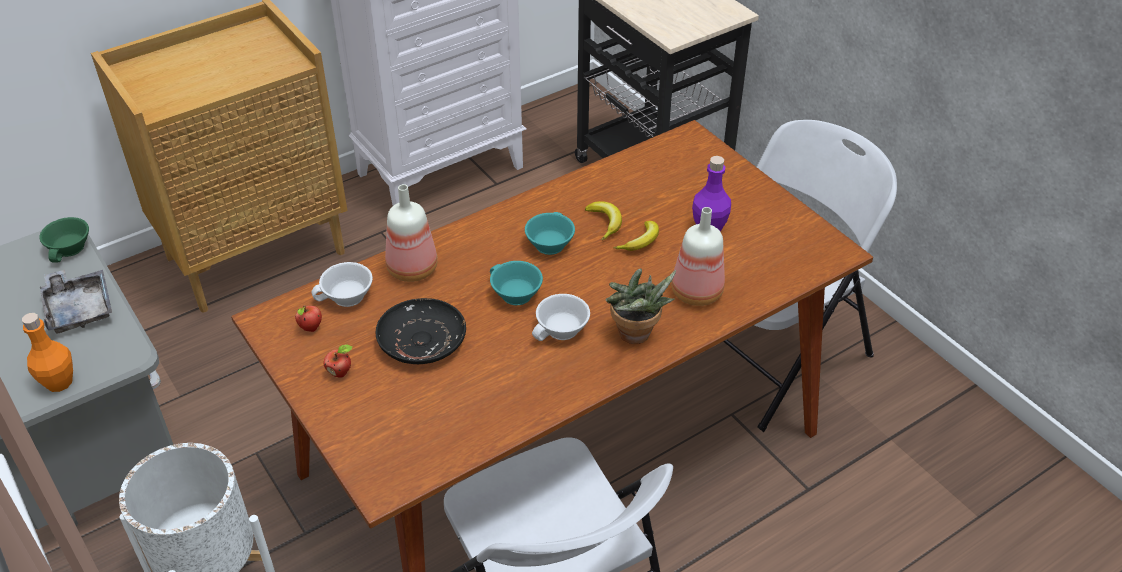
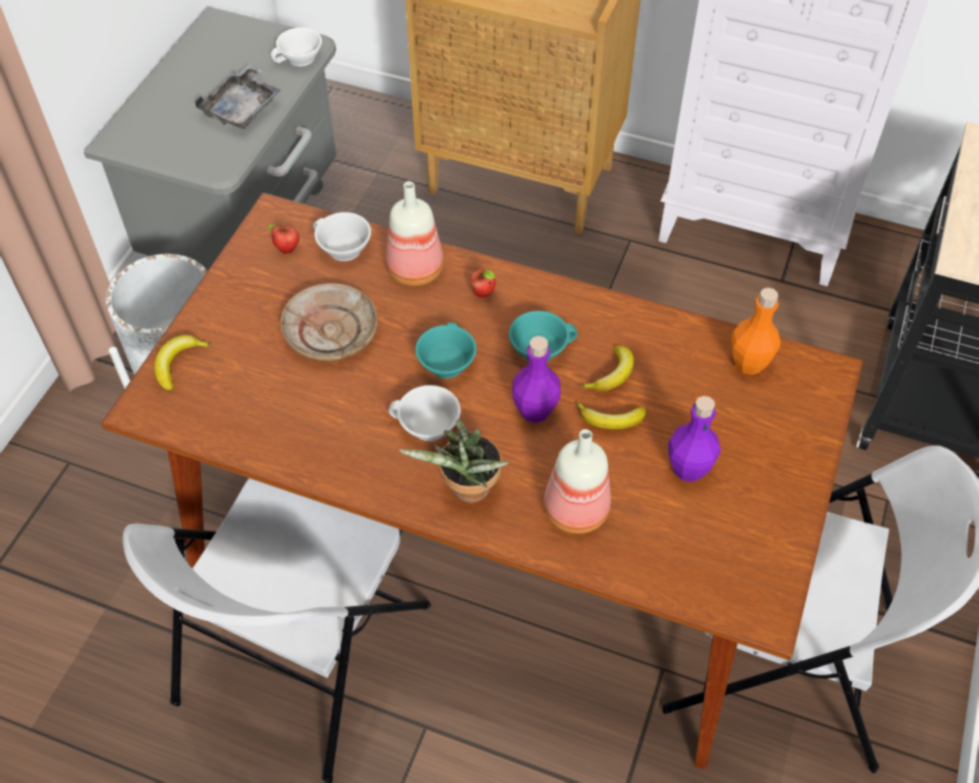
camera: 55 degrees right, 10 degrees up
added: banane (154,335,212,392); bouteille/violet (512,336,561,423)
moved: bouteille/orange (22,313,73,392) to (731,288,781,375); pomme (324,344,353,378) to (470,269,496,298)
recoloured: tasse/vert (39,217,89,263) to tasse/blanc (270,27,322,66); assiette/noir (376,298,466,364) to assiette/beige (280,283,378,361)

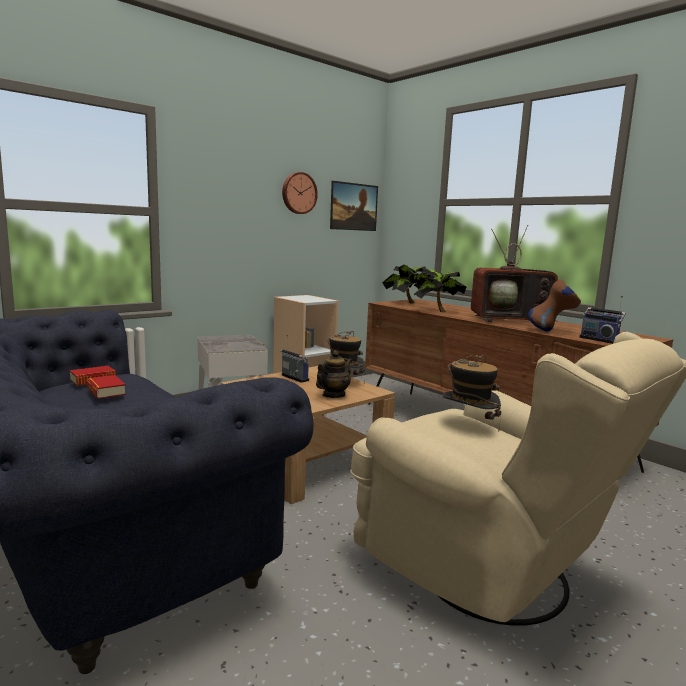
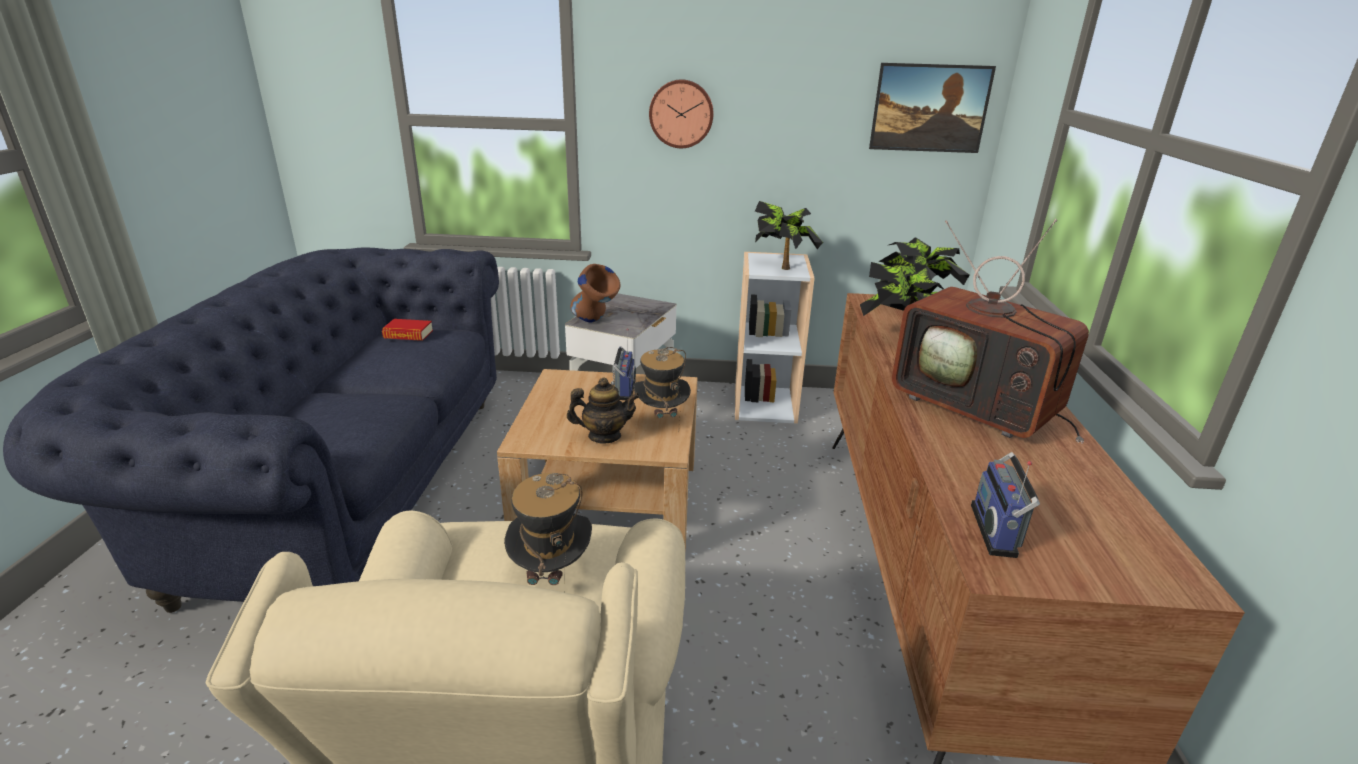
camera: 45 degrees right, 15 degrees up
removed: livre (87,375,126,399)
added: plante en pot (755,201,823,270)
moved: horloge murale (282,172,318,214) to (649,79,713,148); vase/marron (528,279,581,331) to (570,264,620,322)

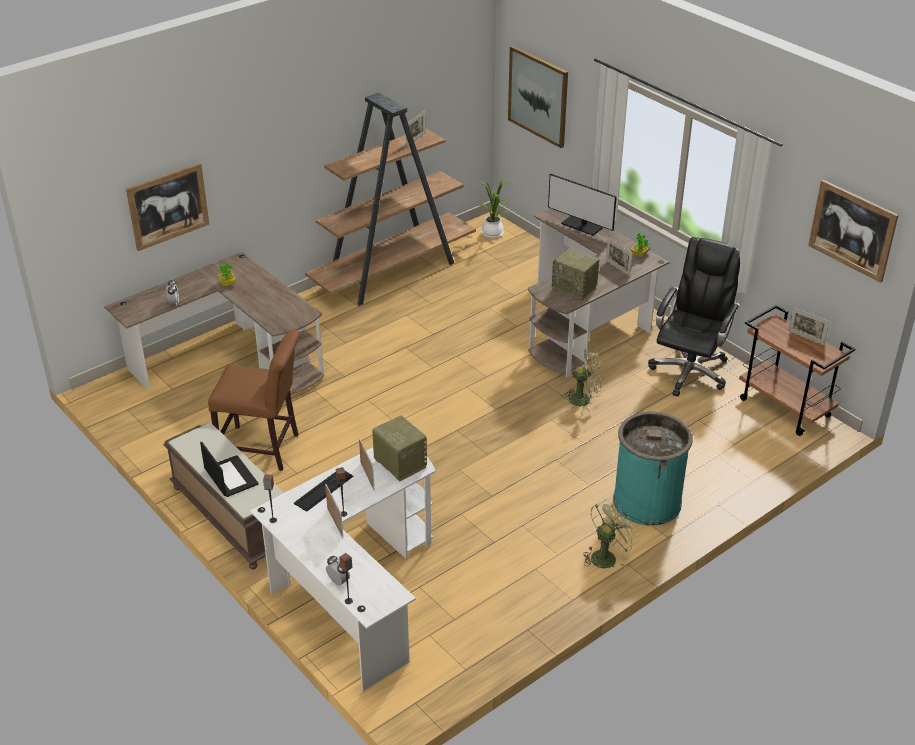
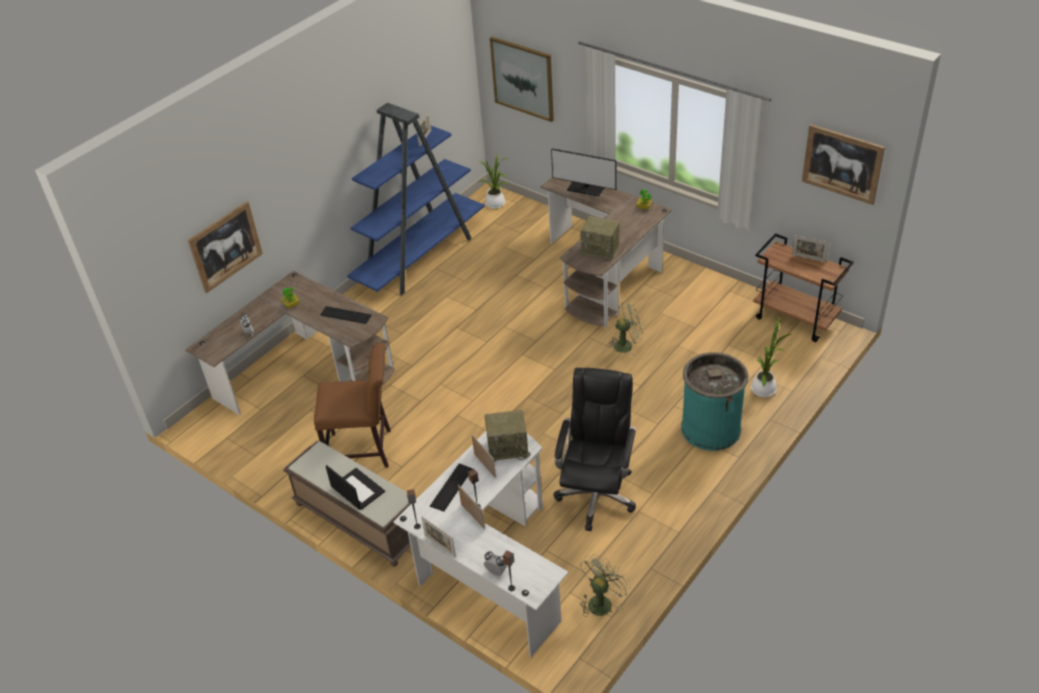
camera: 10 degrees left, 5 degrees up
added: clavier (320,306,372,324); plante en pot (751,317,791,397)
moved: ventilateur/vert (583,500,638,568) to (580,554,631,617); cadre photo (606,238,632,276) to (421,517,456,558); chaise de bureau/noir (648,237,740,396) to (553,368,636,531)
recoloured: bibliothèque/marron (305,92,476,306) to bibliothèque/bleu (347,103,485,295)
turned: radio (372,415,427,482) = (484,410,530,462) 135 degrees clockwise

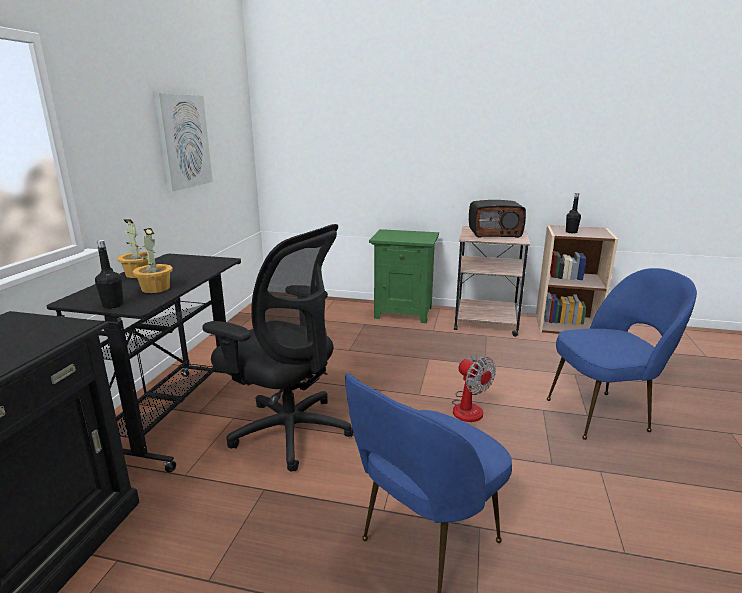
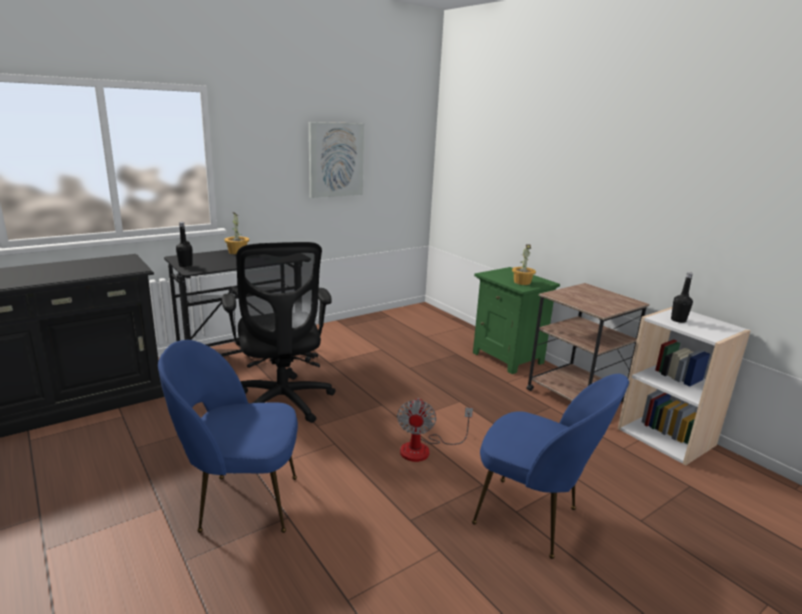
camera: 40 degrees right, 0 degrees up
removed: radio (469,200,526,238)
moved: plante en pot (133,228,173,293) to (512,244,536,285)
recoloured: bibliothèque/marron (536,225,618,334) to bibliothèque/blanc (618,307,751,465)

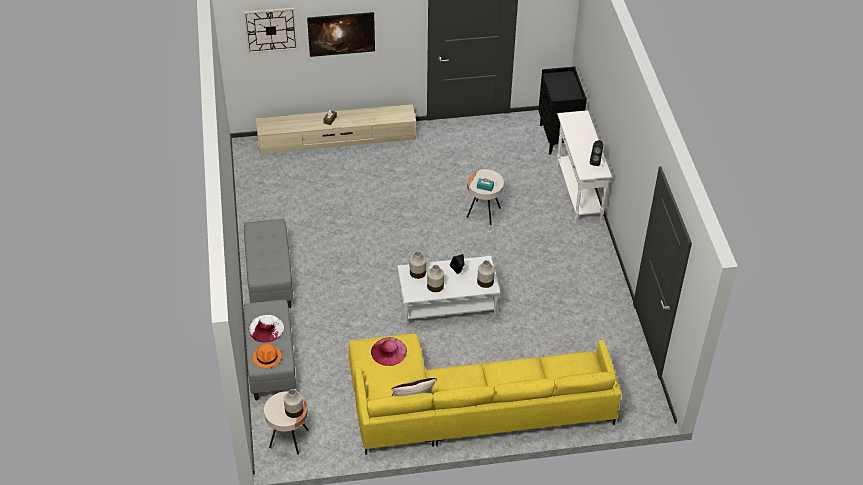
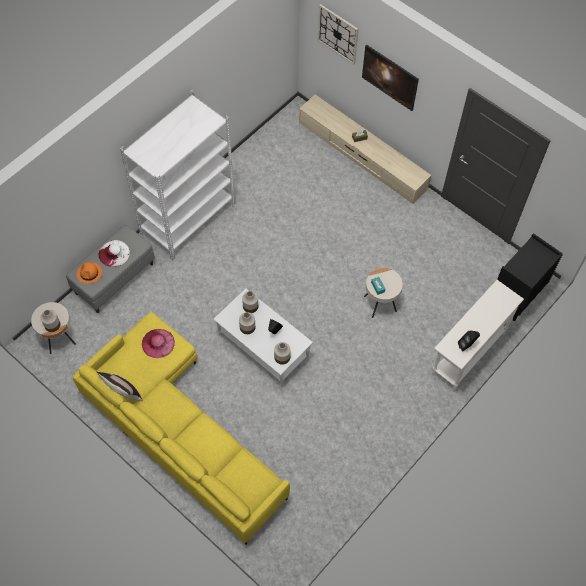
camera: 50 degrees right, 15 degrees up
replaced: banc/gris (244,219,294,308) to bibliothèque/blanc (120,91,235,261)

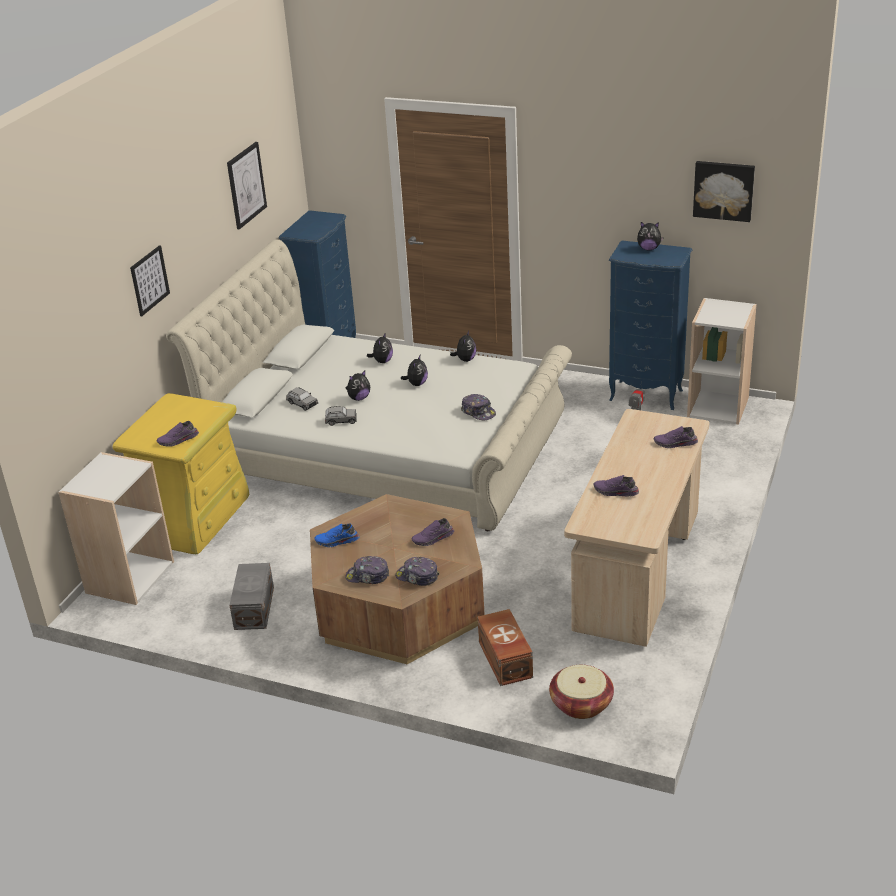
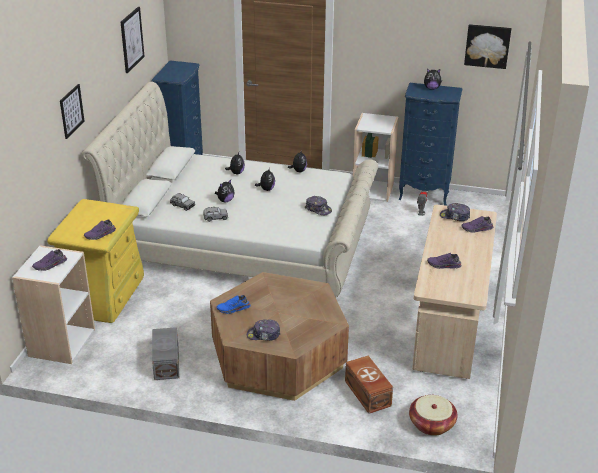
camera: 10 degrees left, 0 degrees up
moved: casquette (395,557,440,586) to (440,203,470,221); chaussure/violet (412,518,454,546) to (32,249,67,271); bibliothèque (687,298,757,425) to (353,113,398,202)

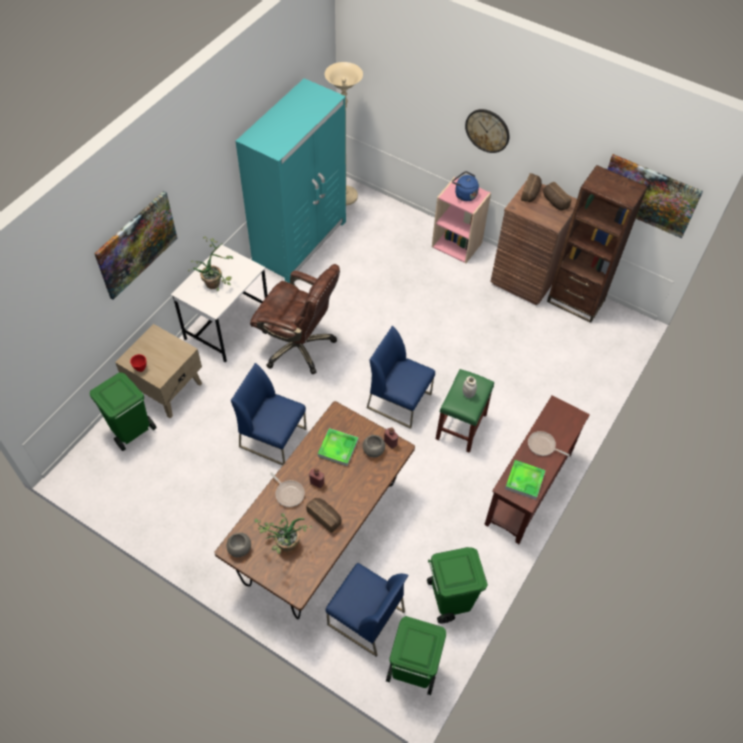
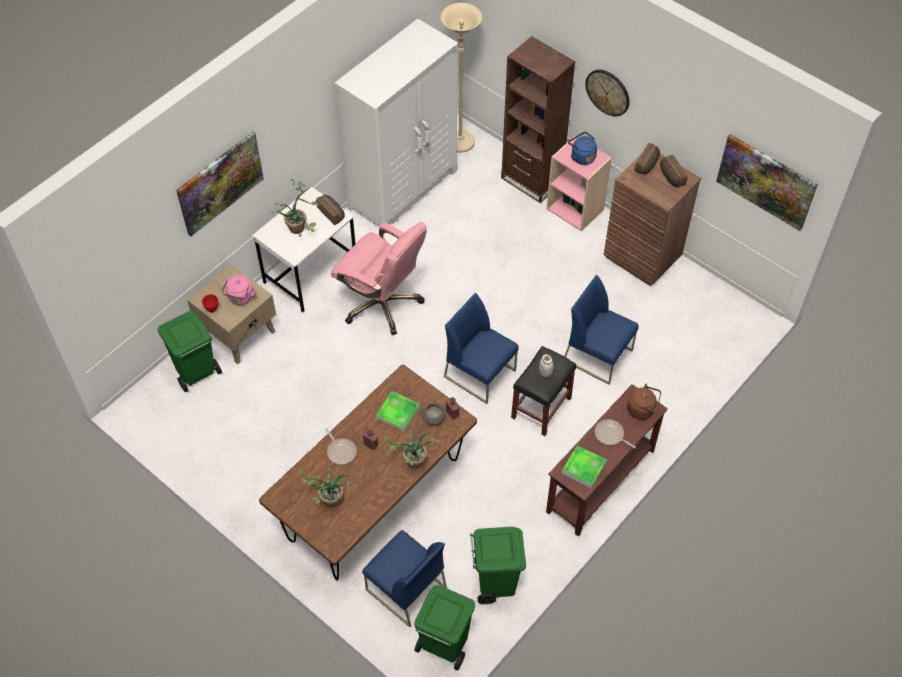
camera: 10 degrees right, 0 degrees up
removed: bol/gris (227,533,251,557)
added: bouilloire/rose (221,275,257,305); plante en pot (384,430,439,469); bouilloire/marron (627,384,661,420)
moved: chaise/bleu (231,363,307,466) to (564,275,639,385); pain (306,498,342,533) to (316,195,345,225); bibliothèque/marron (547,165,648,323) to (501,36,575,203)
recoloured: meuble de rangement/turquoise (236,78,346,283) to meuble de rangement/blanc (335,19,458,229); chaise de bureau/marron (250,264,340,374) to chaise de bureau/rose (331,222,427,335); tabouret/vert (436,369,494,453) to tabouret/noir (511,346,576,436)

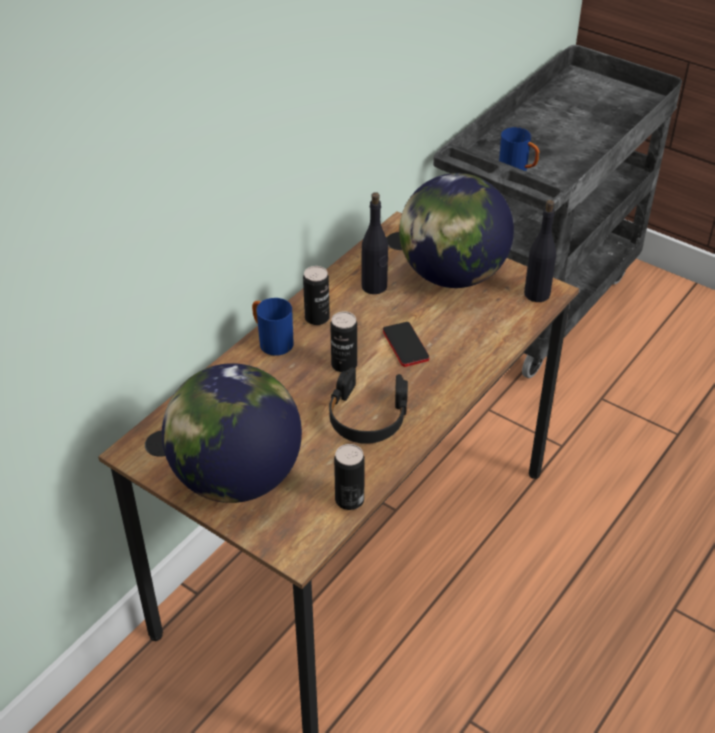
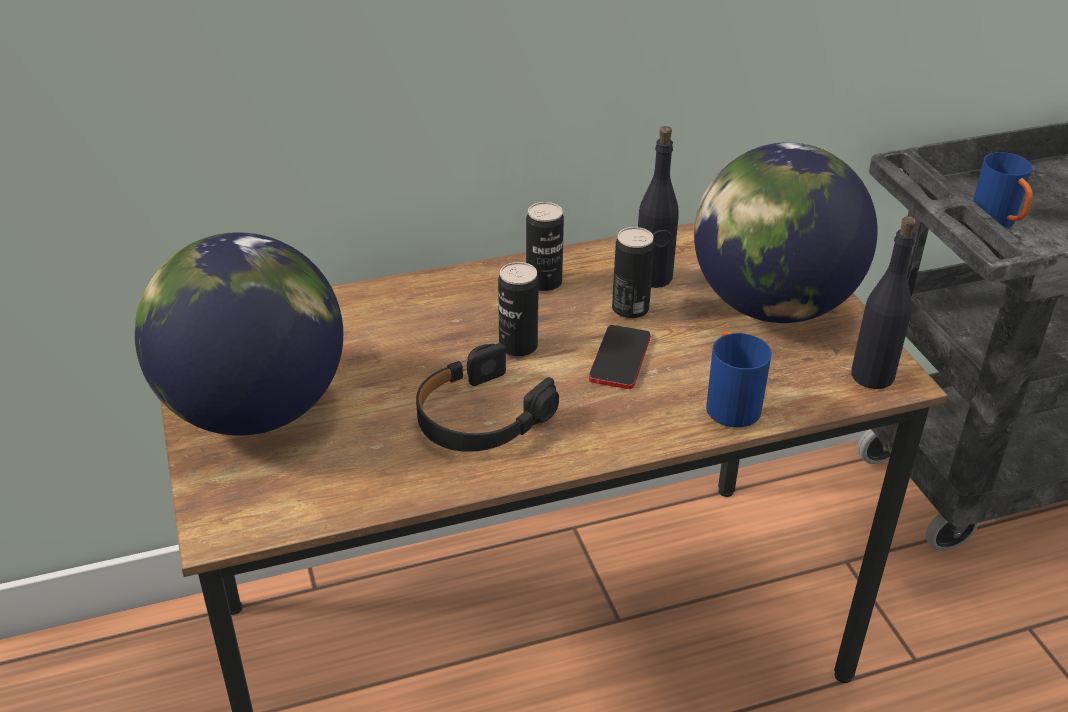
camera: 35 degrees right, 5 degrees down
moved: mug/bleu (252,298,294,356) to (706,331,772,428); boîte métallique (334,444,365,510) to (612,227,655,319)

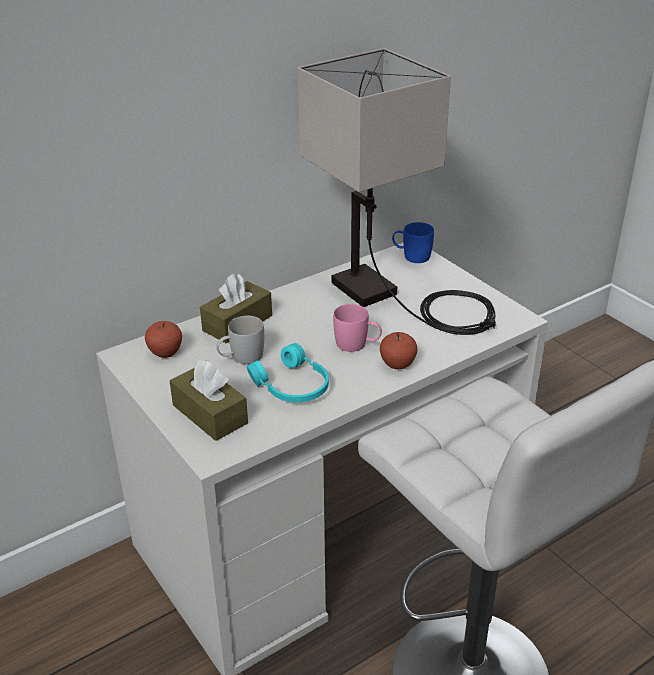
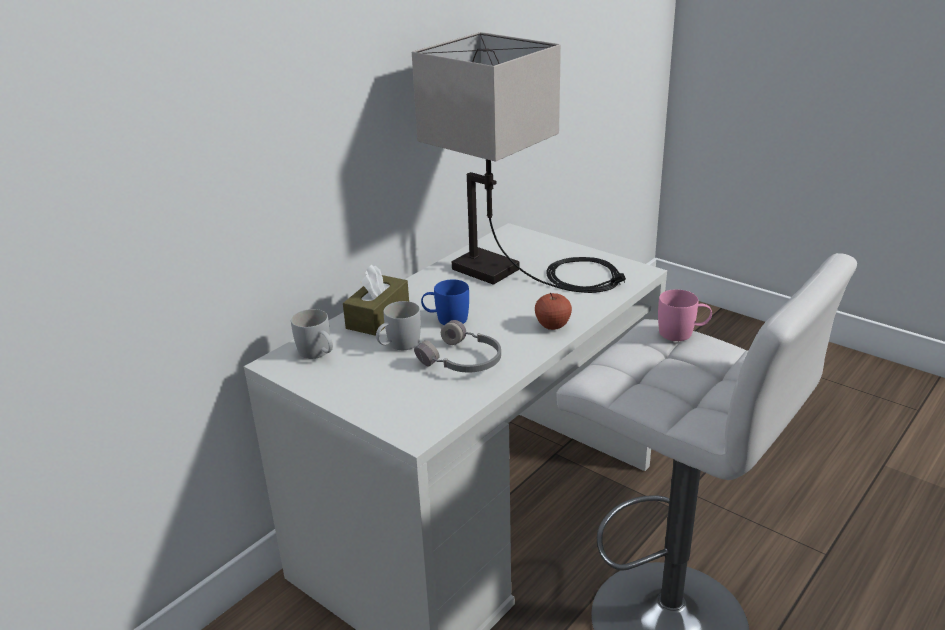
camera: 15 degrees left, 5 degrees down
removed: boîte à mouchoirs/marron (170,360,248,441)
moved: mug/rose (333,304,382,352) to (658,289,712,341); mug/bleu (392,222,434,263) to (421,280,469,325)
replaced: pomme (145,321,182,358) to mug/blanc (291,309,333,359)
recoloured: casque audio/turquoise (246,343,329,402) to casque audio/gris (414,320,501,372)

